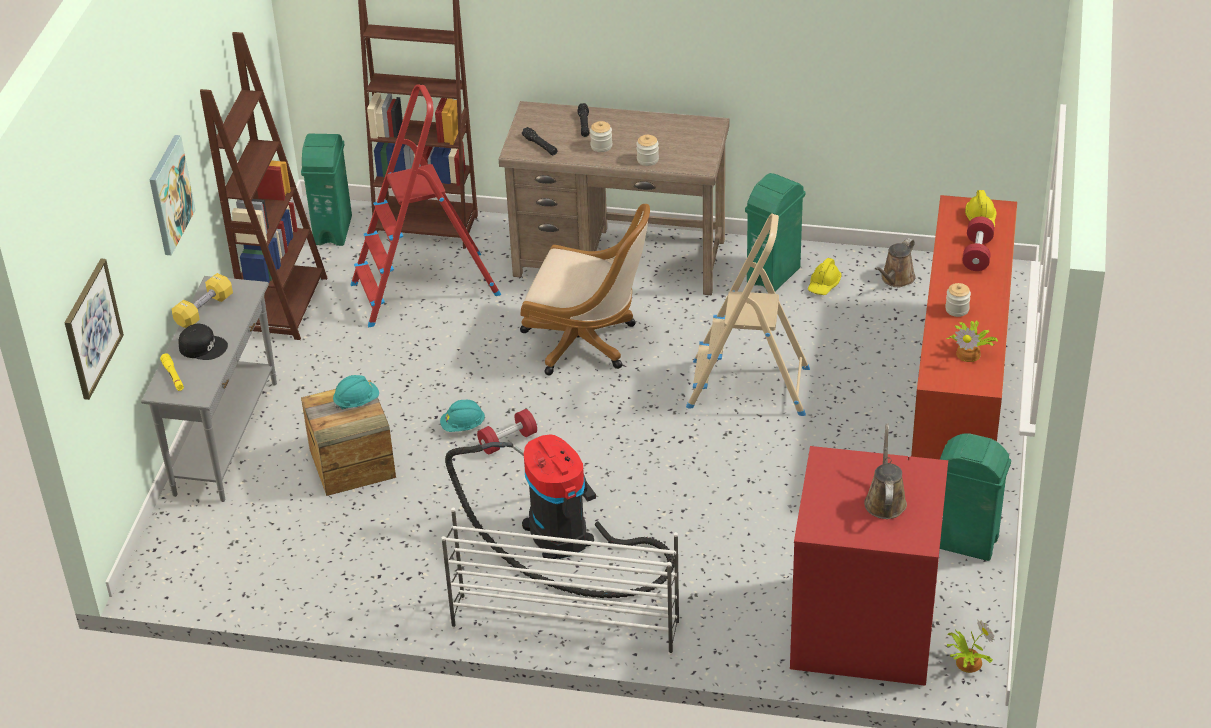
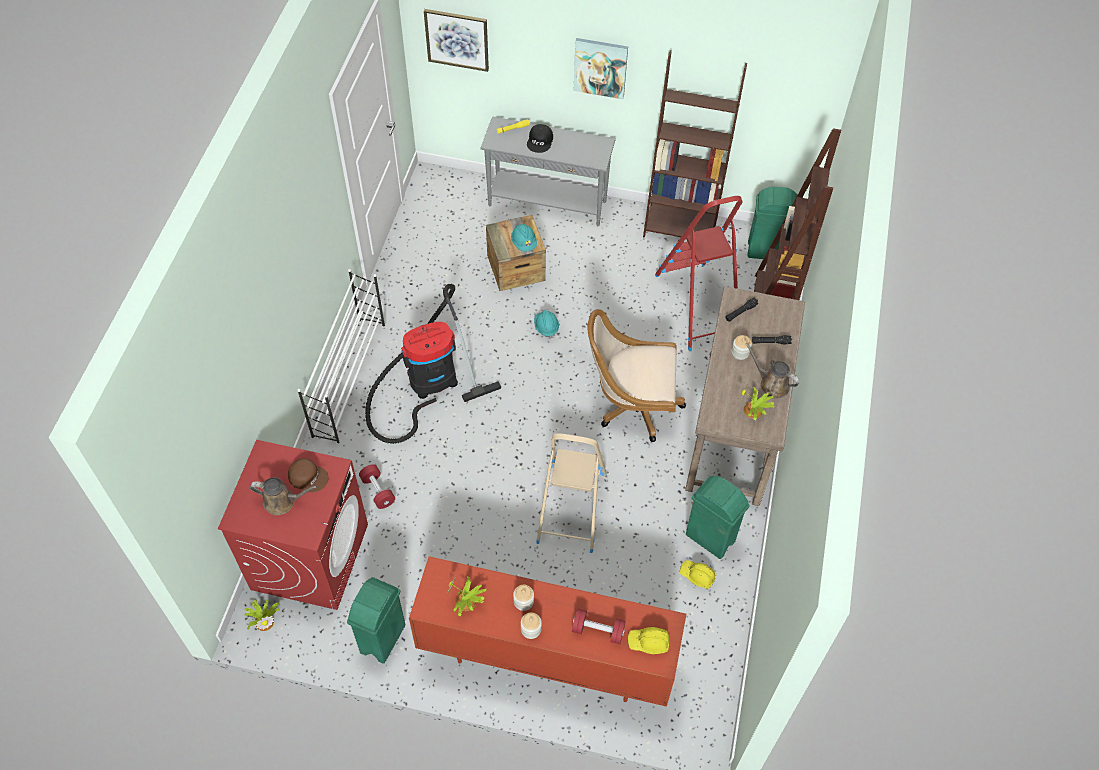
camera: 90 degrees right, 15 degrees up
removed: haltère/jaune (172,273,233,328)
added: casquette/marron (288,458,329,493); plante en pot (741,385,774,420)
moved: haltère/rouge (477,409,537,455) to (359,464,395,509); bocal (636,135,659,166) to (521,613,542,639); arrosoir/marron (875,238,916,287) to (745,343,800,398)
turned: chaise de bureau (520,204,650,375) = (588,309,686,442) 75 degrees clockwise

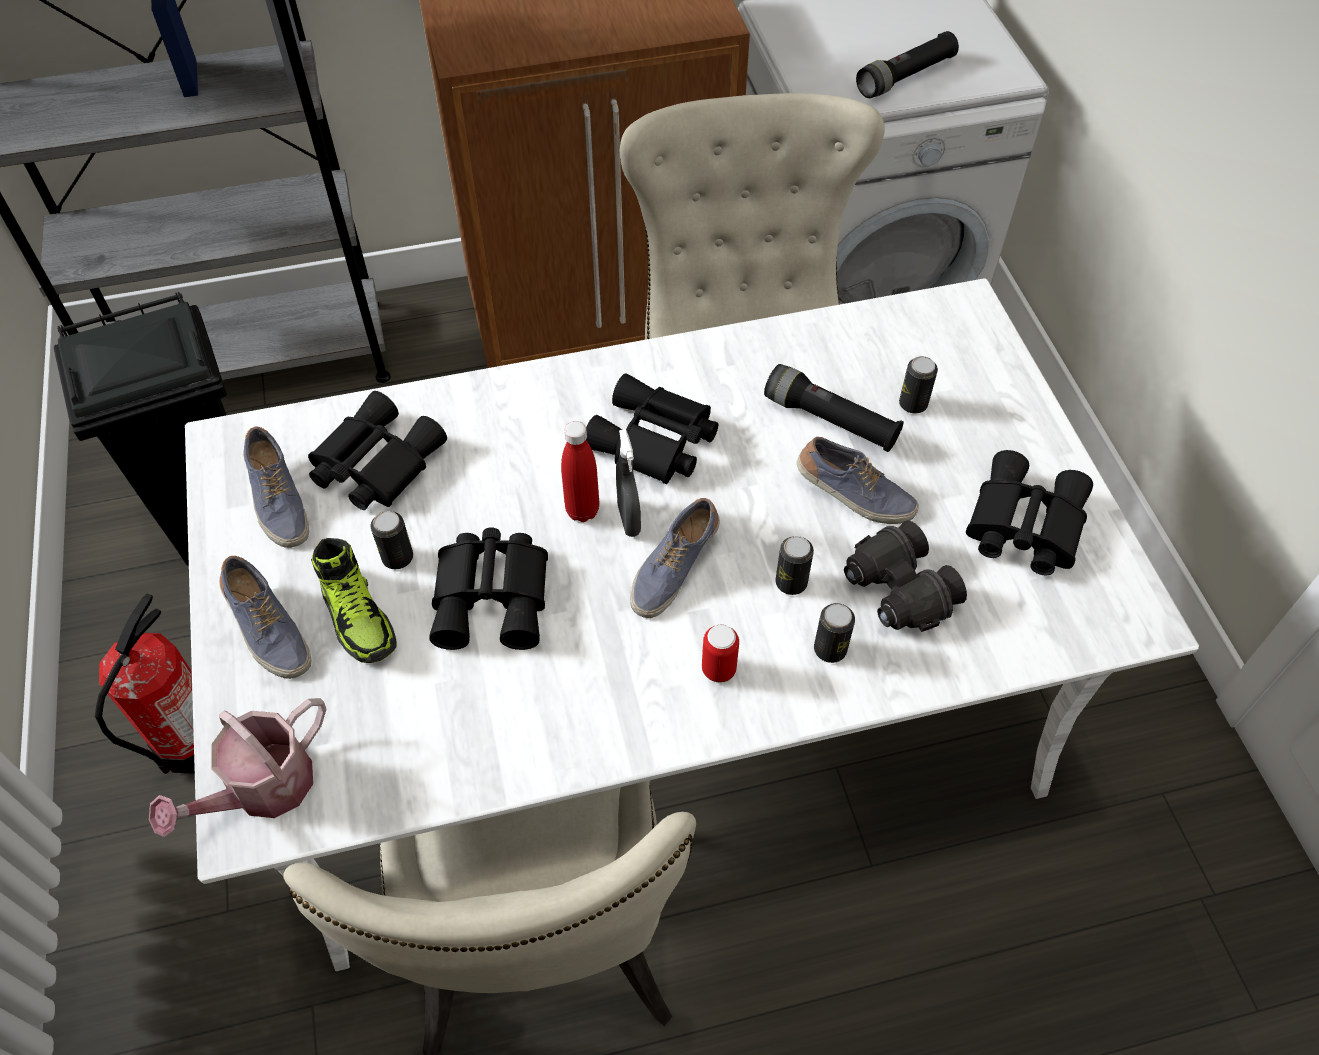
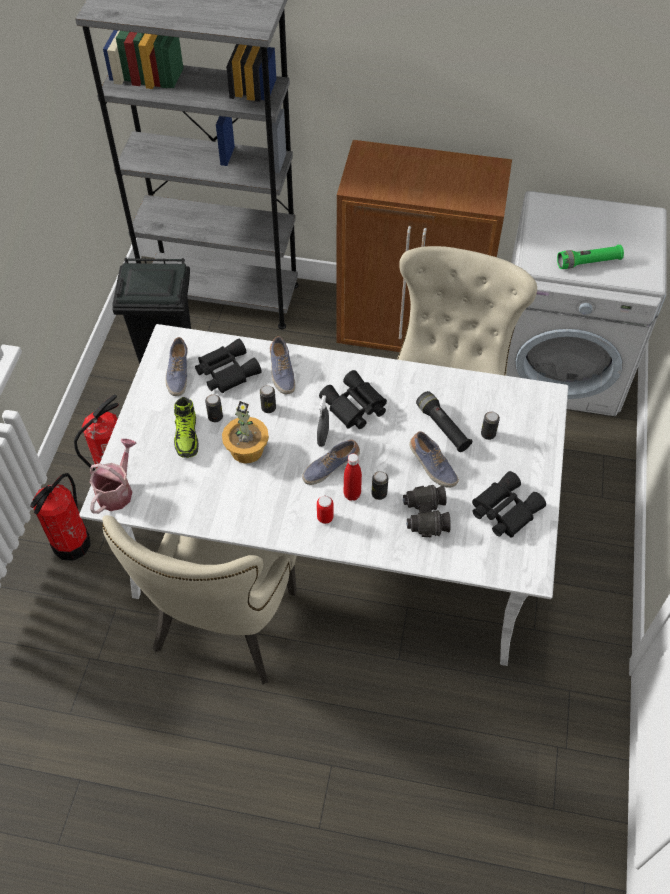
camera: 25 degrees right, 0 degrees up
added: extincteur (30,473,91,561)
moved: chaussure (219,556,311,679) to (270,336,295,394); bouteille/rouge (561,421,599,522) to (343,454,362,501); boîte métallique (814,603,855,663) to (260,385,276,413)
replaced: jumelles/noir (429,527,548,650) to plante en pot (222,401,269,464)
recoloured: lampe de poche/noir (856,31,959,98) to lampe de poche/vert (557,245,624,269)
turned: arrosoir (149,698,326,837) = (90,439,136,514) 135 degrees clockwise

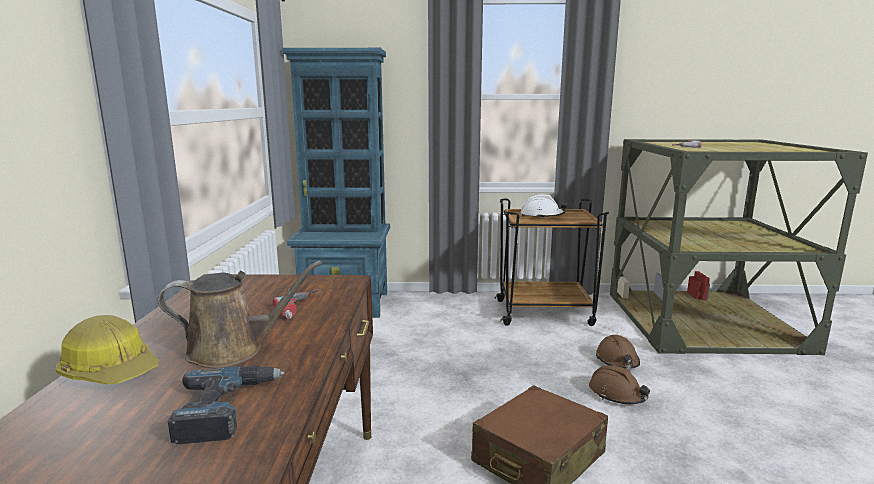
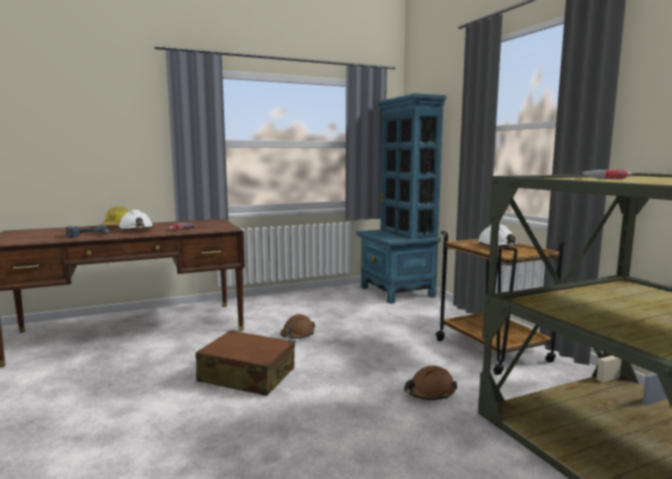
camera: 65 degrees right, 5 degrees down
moved: casque de chantier/marron (589,365,650,404) to (280,314,315,339)
replaced: arrosoir/marron (157,261,322,368) to casque de chantier/blanc (118,210,154,230)

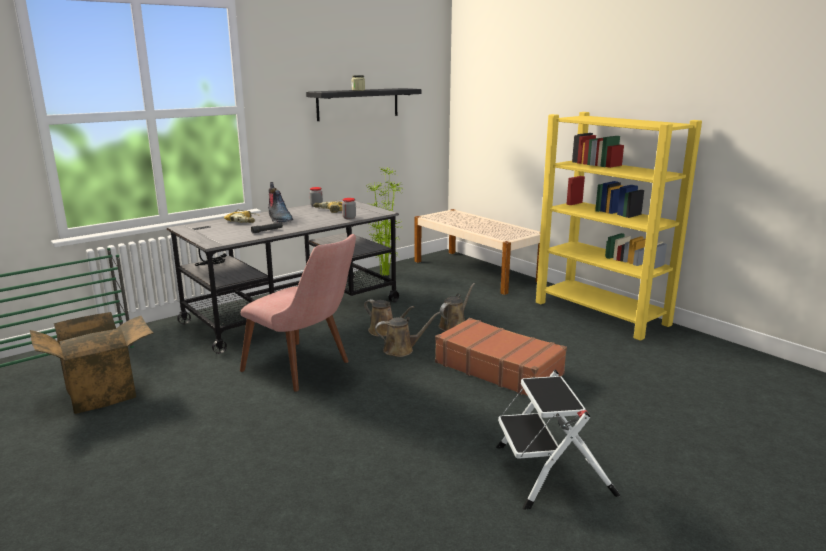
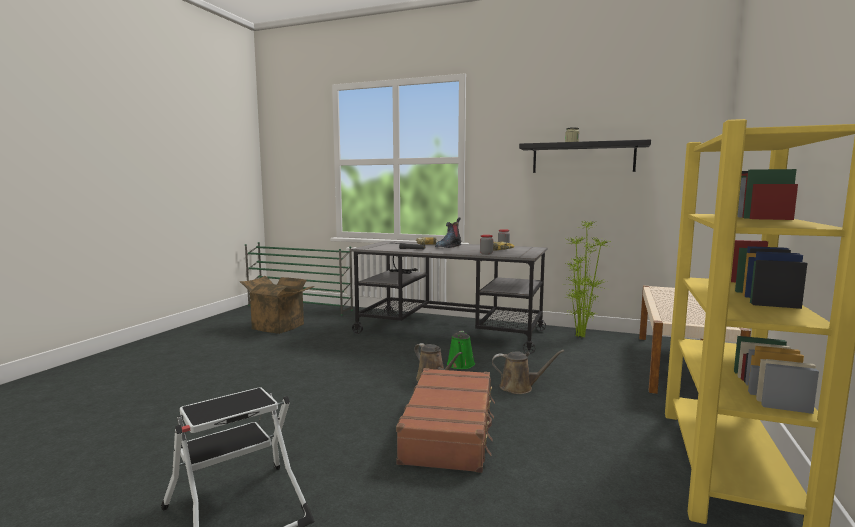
camera: 60 degrees right, 10 degrees down
removed: chaise/rose (240,234,356,392)
recoloured: arrosoir/marron (364,299,414,337) to arrosoir/vert (447,331,475,369)

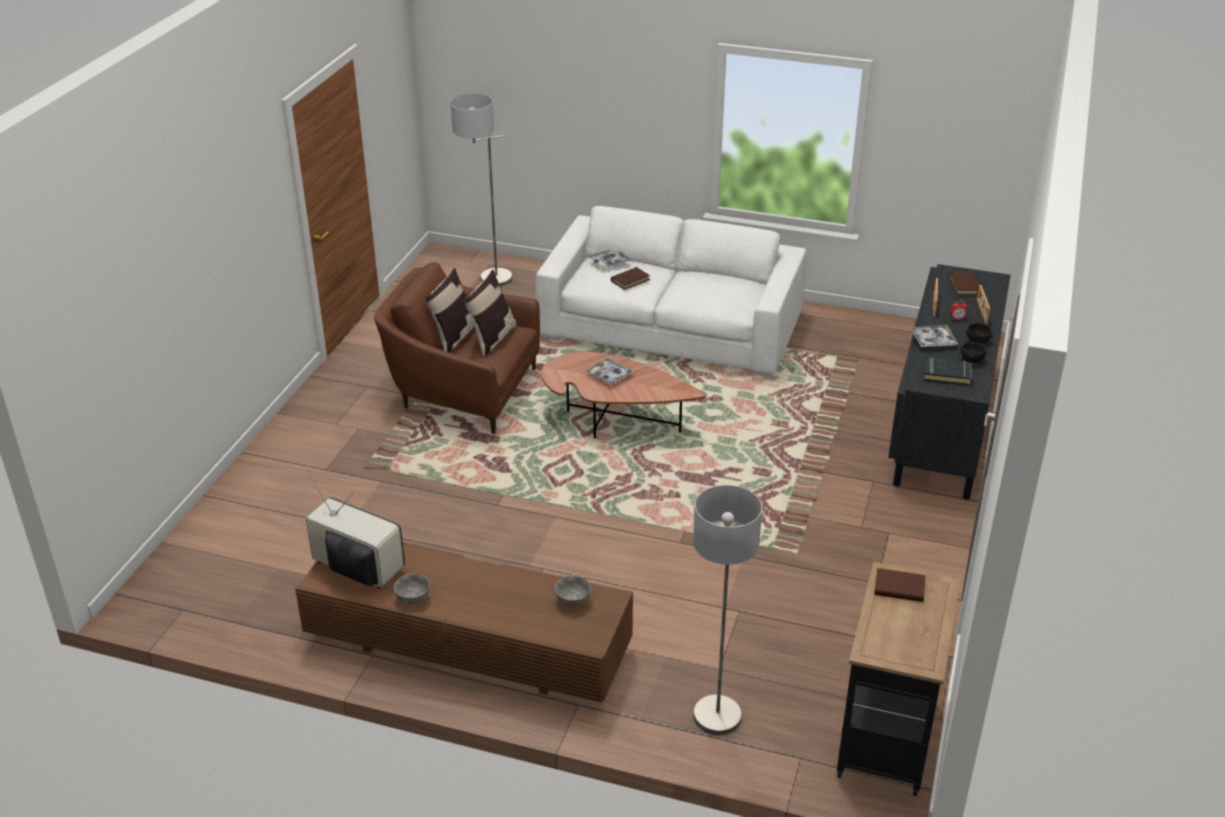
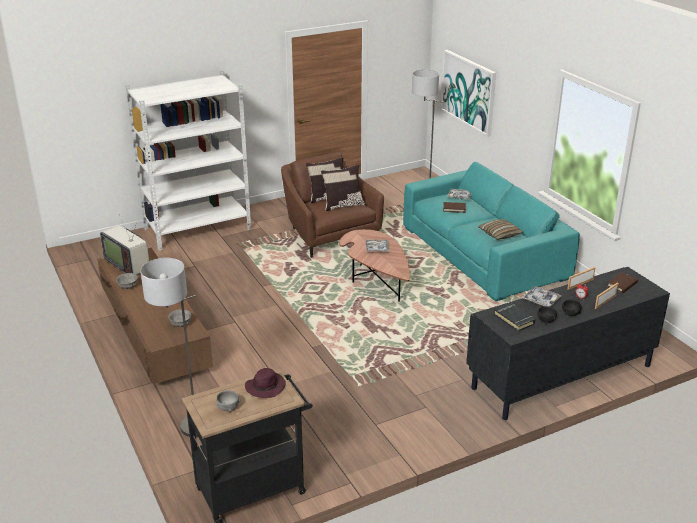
camera: 45 degrees right, 5 degrees down
added: bibliothèque/blanc (126,70,251,251); bol/gris (216,390,240,412); tableau (441,50,496,137); coussin (478,219,523,240)
replaced: livre/marron (874,568,925,602) to chapeau/violet (245,368,286,398)
recoloured: canapé/blanc (536,206,807,377) to canapé/turquoise (403,162,580,302)
turned: téléviseur (306,470,405,589) = (100,214,149,275) 150 degrees clockwise

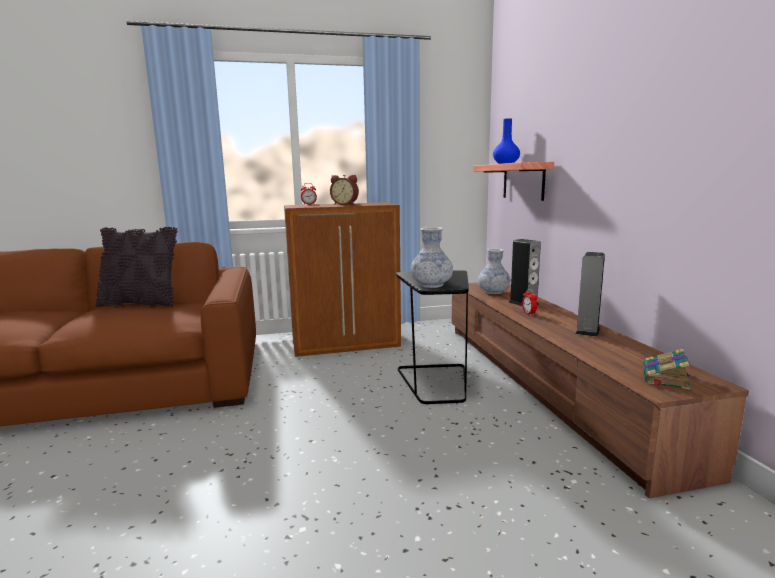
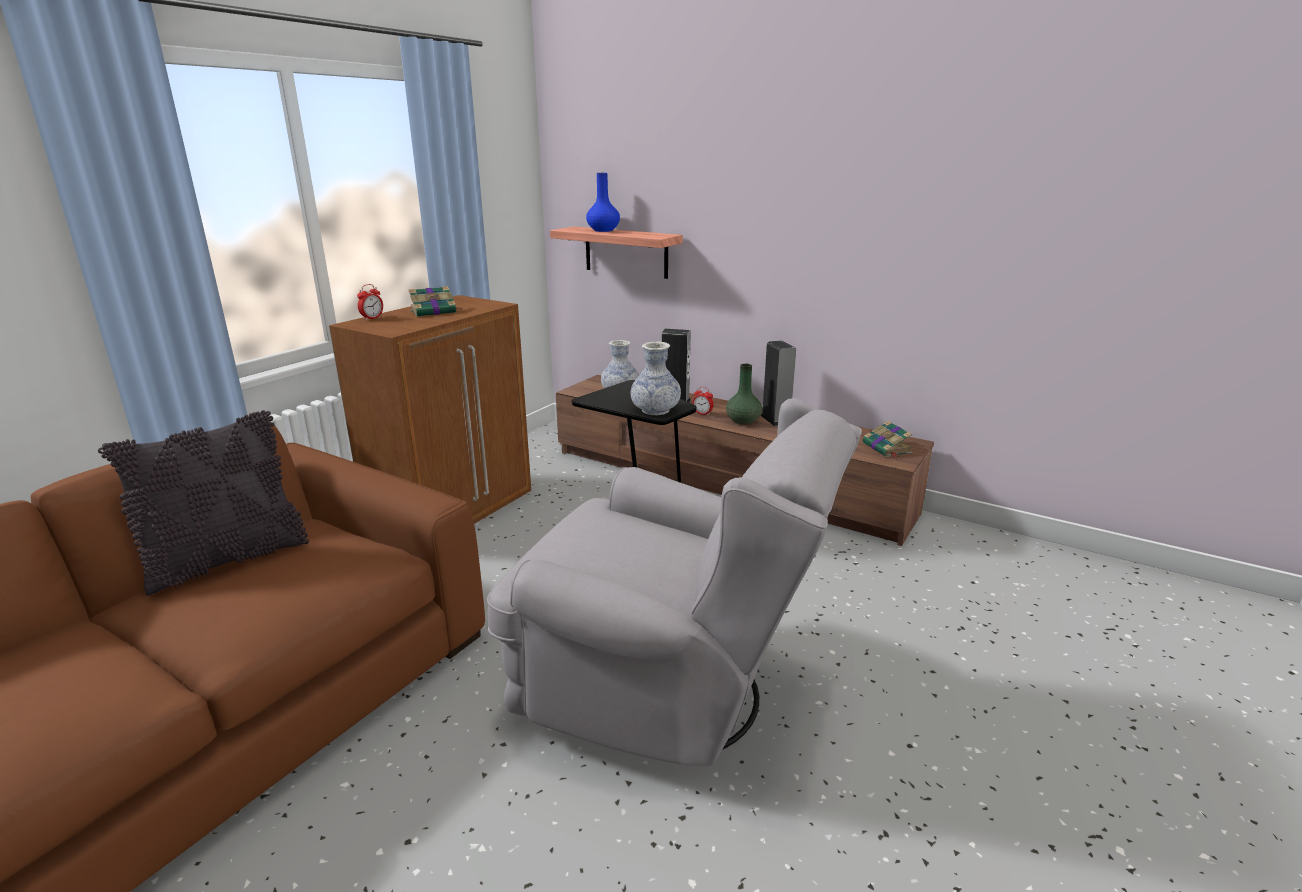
camera: 45 degrees left, 10 degrees up
added: fauteuil/gris (487,398,862,766); vase/vert (726,364,762,425)
replaced: réveil (330,175,359,205) to livre (409,286,461,317)

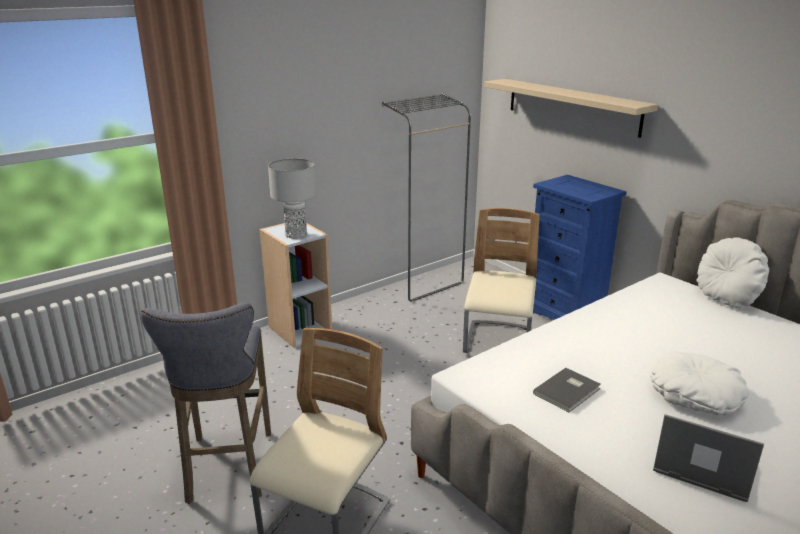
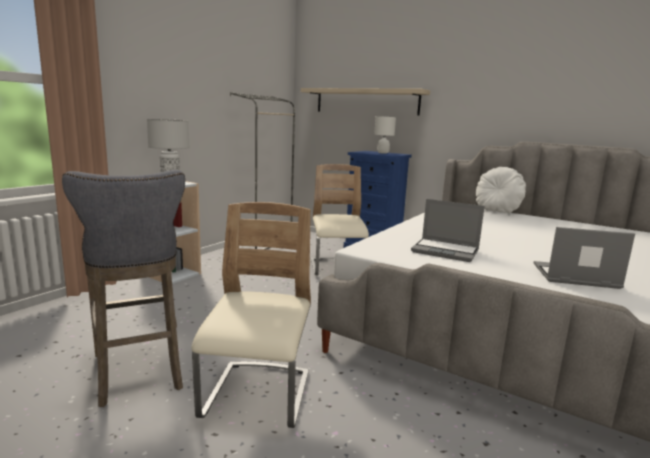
camera: 20 degrees left, 10 degrees down
removed: coussin/blanc (650,351,749,415)
added: lampe de table/blanc (374,116,396,154)
replaced: livre/gris (533,368,601,412) to ordinateur portable (411,199,485,262)

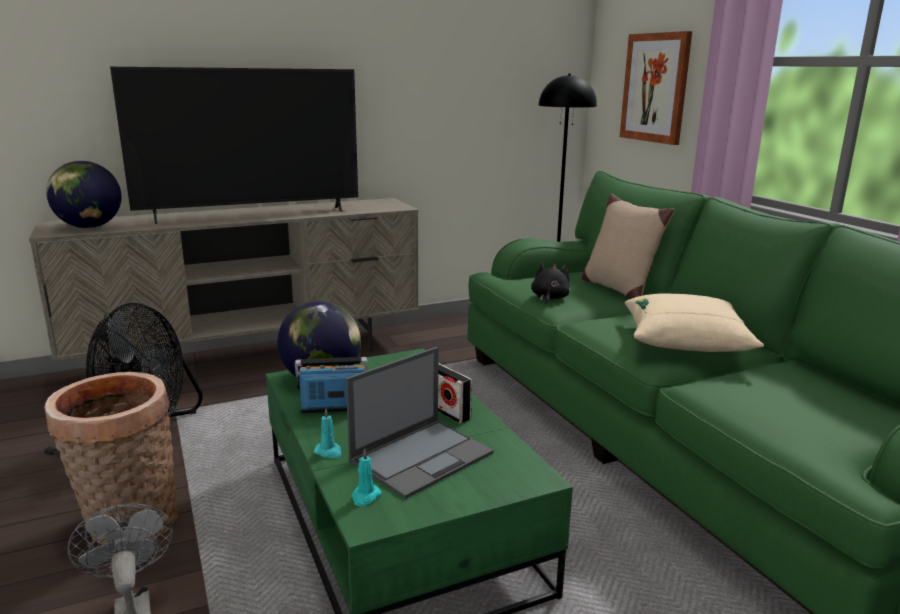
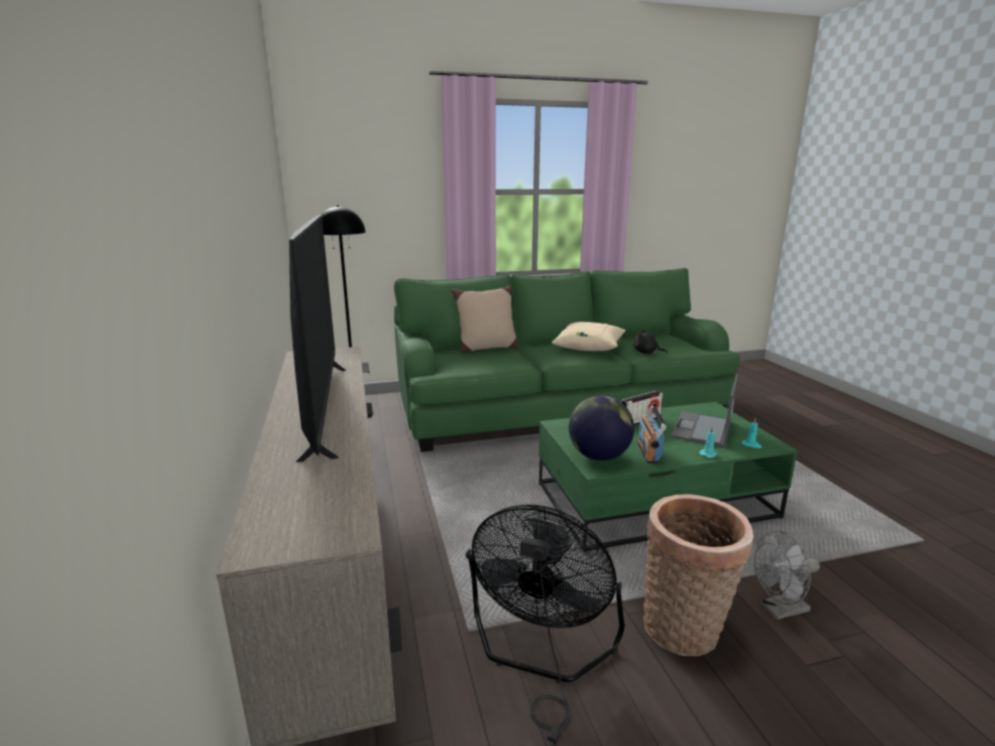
camera: 80 degrees left, 0 degrees up
removed: globe (46,161,121,228); tableau (620,31,692,145)
moved: peluche/noir (531,263,569,305) to (633,329,668,354)
turned: ordinateur portable (346,347,494,499) = (671,374,738,447) 120 degrees counterclockwise

